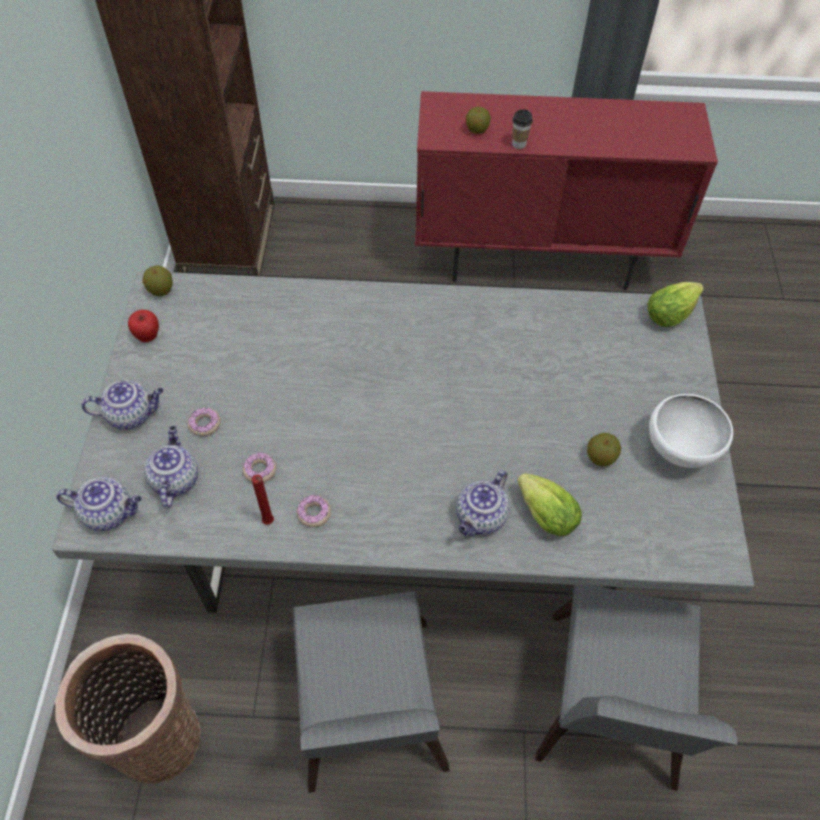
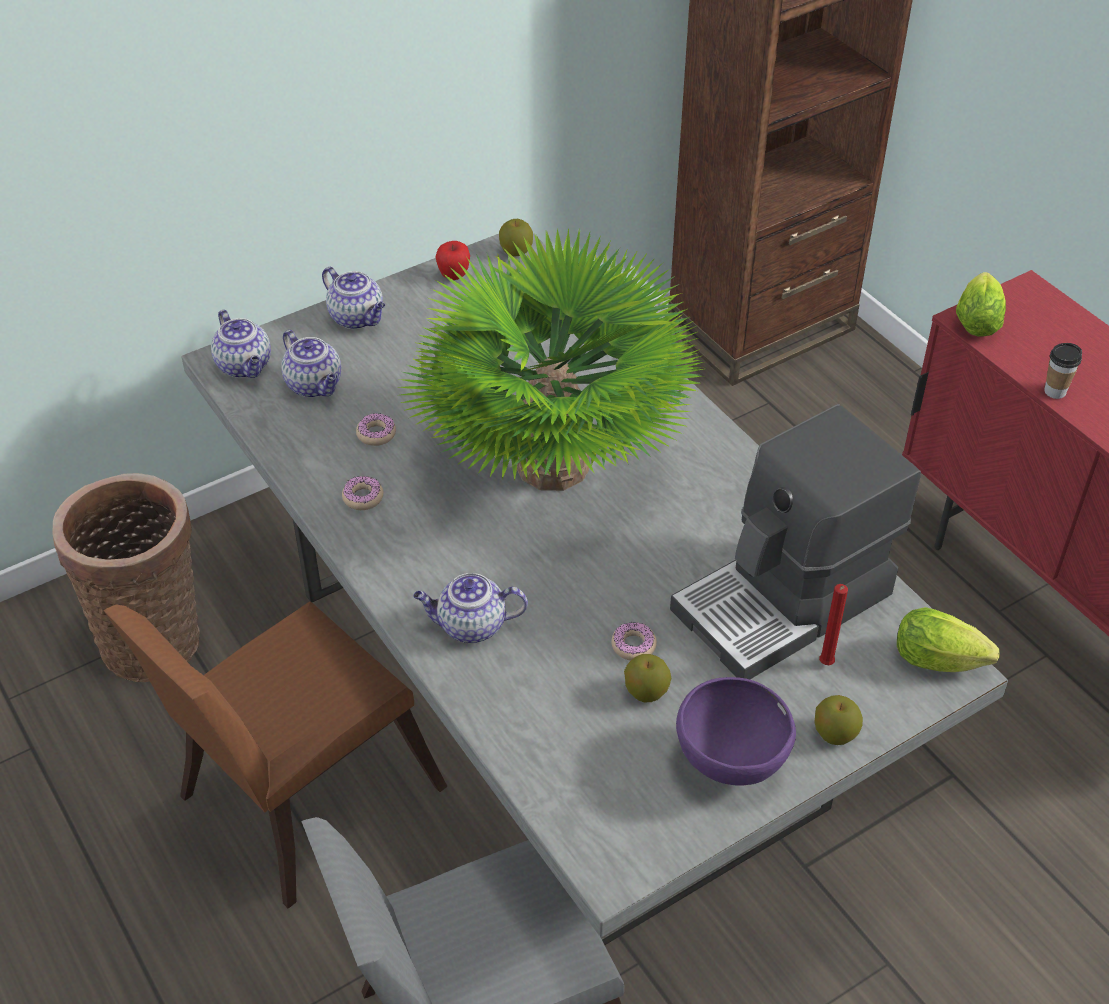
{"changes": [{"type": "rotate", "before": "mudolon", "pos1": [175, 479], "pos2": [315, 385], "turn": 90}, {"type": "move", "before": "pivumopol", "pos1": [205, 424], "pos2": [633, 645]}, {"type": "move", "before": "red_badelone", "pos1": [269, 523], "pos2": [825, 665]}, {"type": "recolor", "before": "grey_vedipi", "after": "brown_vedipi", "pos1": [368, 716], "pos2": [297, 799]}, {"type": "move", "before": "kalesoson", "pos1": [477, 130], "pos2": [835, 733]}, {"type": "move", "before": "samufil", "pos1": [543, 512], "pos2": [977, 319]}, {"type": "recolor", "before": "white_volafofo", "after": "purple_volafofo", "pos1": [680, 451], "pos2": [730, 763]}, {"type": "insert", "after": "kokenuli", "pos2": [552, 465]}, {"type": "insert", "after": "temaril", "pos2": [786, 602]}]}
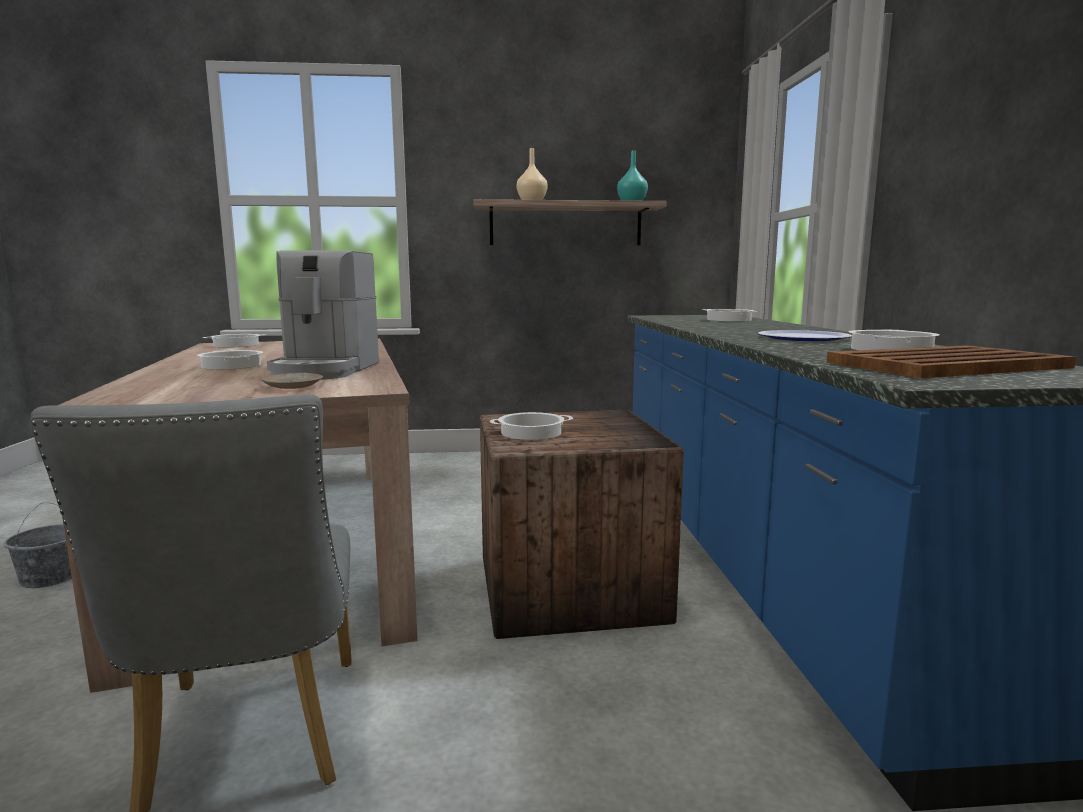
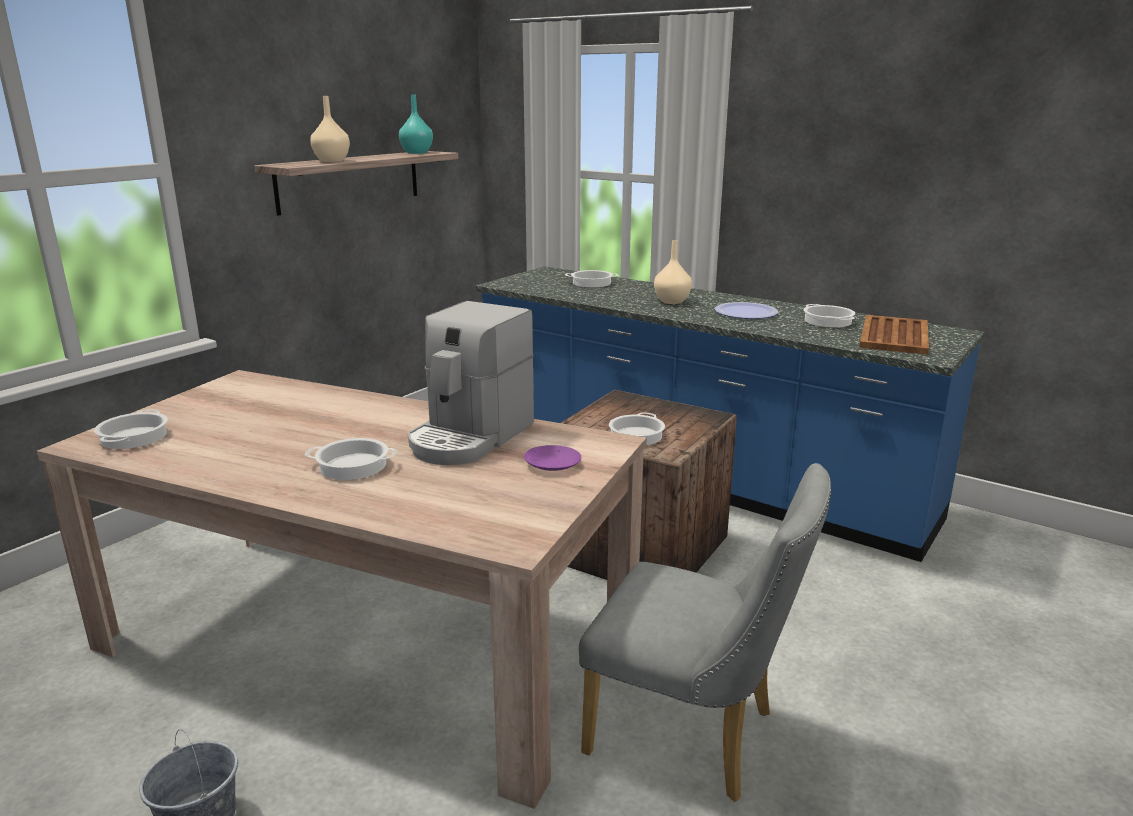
{"changes": [{"type": "recolor", "before": "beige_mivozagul", "after": "purple_mivozagul", "pos1": [293, 386], "pos2": [552, 464]}, {"type": "rotate", "before": "temaril", "pos1": [326, 370], "pos2": [470, 437], "turn": 75}, {"type": "insert", "after": "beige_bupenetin", "pos2": [671, 301]}]}
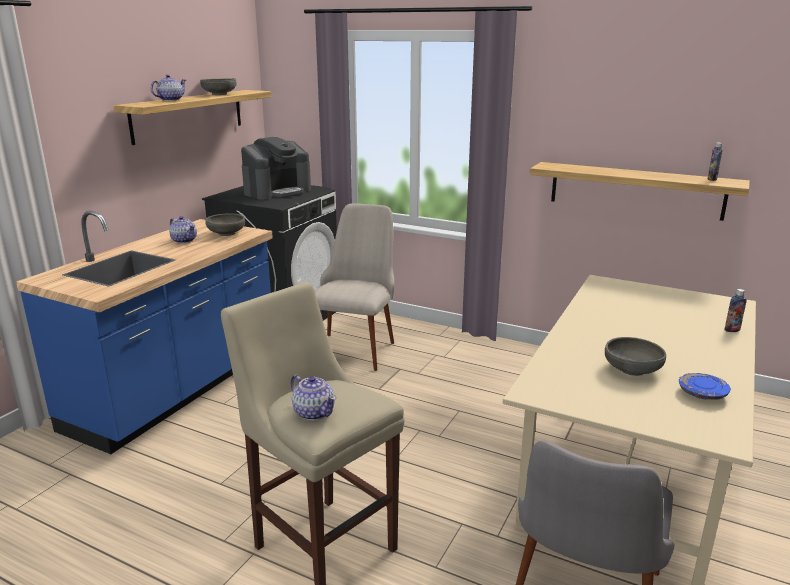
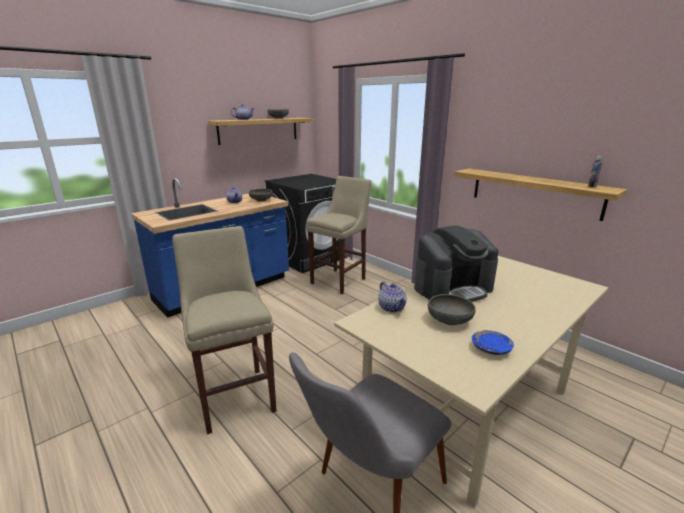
{"changes": [{"type": "move", "before": "temaril", "pos1": [277, 191], "pos2": [452, 288]}, {"type": "move", "before": "mudolon", "pos1": [314, 412], "pos2": [392, 307]}, {"type": "replace", "before": "beige_vedipi", "after": "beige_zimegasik", "pos1": [356, 344], "pos2": [340, 280]}, {"type": "delete", "before": "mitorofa", "pos1": [732, 330]}]}
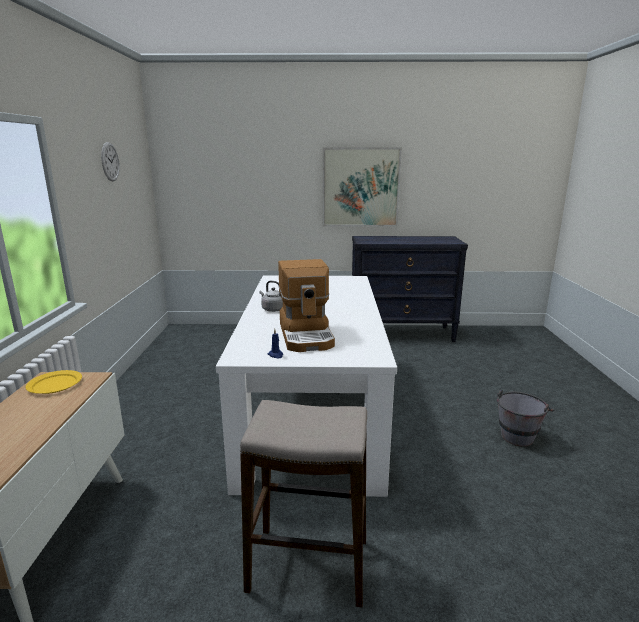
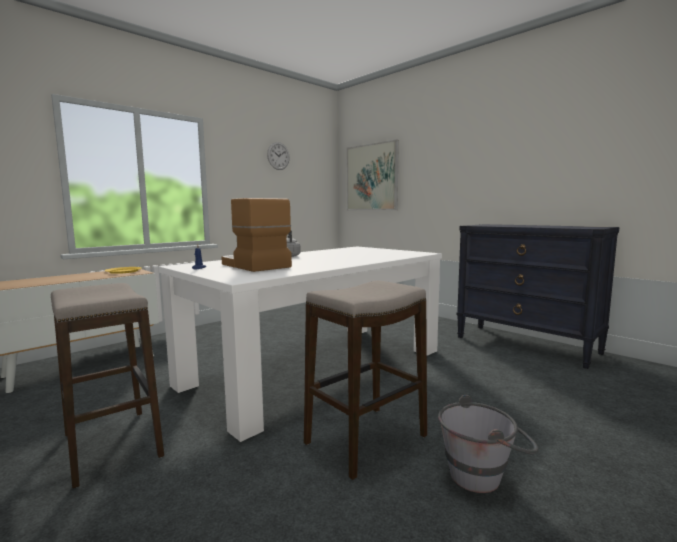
{"changes": [{"type": "rotate", "before": "temaril", "pos1": [307, 335], "pos2": [254, 265], "turn": 105}, {"type": "move", "before": "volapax", "pos1": [360, 187], "pos2": [372, 177]}, {"type": "insert", "after": "zimegasik", "pos2": [366, 440]}]}
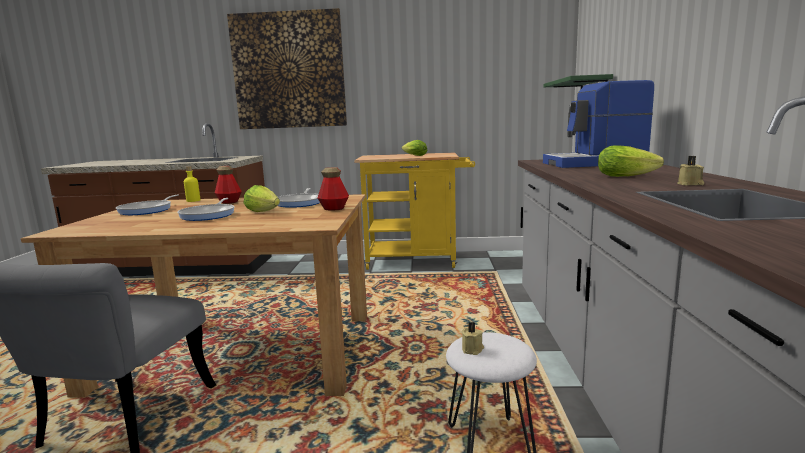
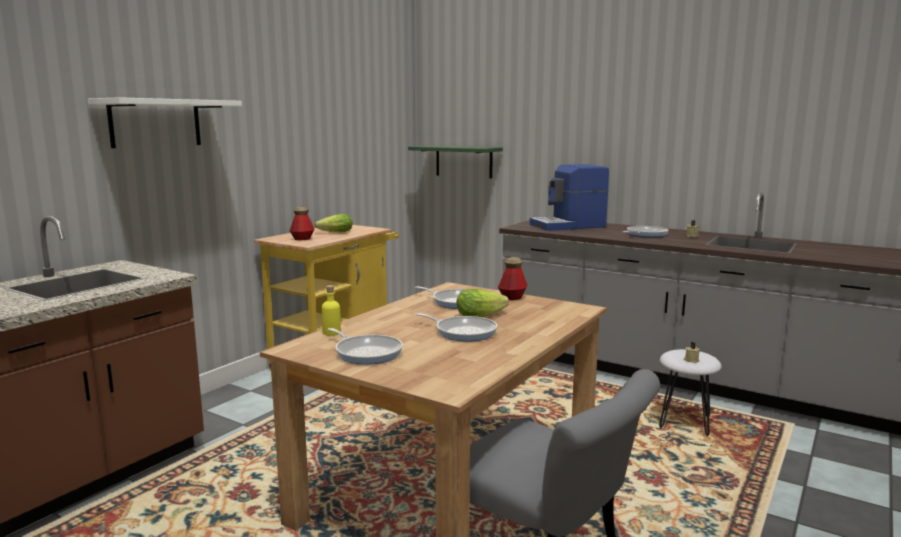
{"changes": [{"type": "move", "before": "mitorofa", "pos1": [229, 202], "pos2": [302, 239]}, {"type": "replace", "before": "volapax", "after": "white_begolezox", "pos1": [289, 71], "pos2": [155, 123]}, {"type": "rotate", "before": "temaril", "pos1": [595, 163], "pos2": [568, 226], "turn": 45}, {"type": "replace", "before": "samufil", "after": "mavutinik", "pos1": [629, 176], "pos2": [645, 234]}]}
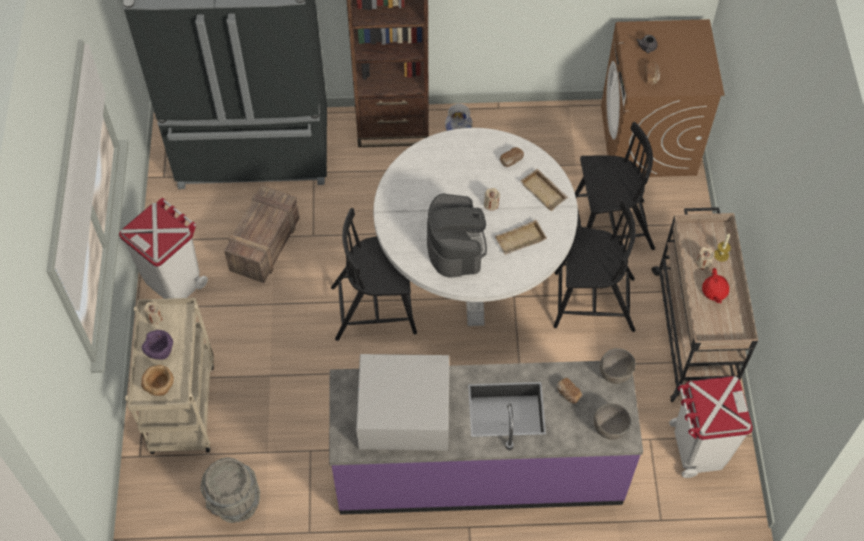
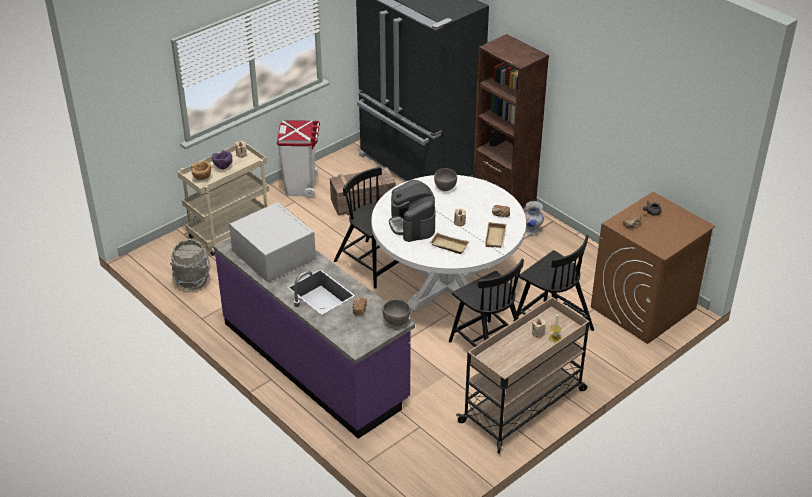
{"changes": [{"type": "rotate", "before": "temaril", "pos1": [455, 246], "pos2": [412, 224], "turn": 120}, {"type": "move", "before": "grey_volafofo", "pos1": [609, 428], "pos2": [445, 188]}, {"type": "delete", "before": "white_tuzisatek", "pos1": [697, 449]}, {"type": "delete", "before": "red_mudolon", "pos1": [714, 292]}]}
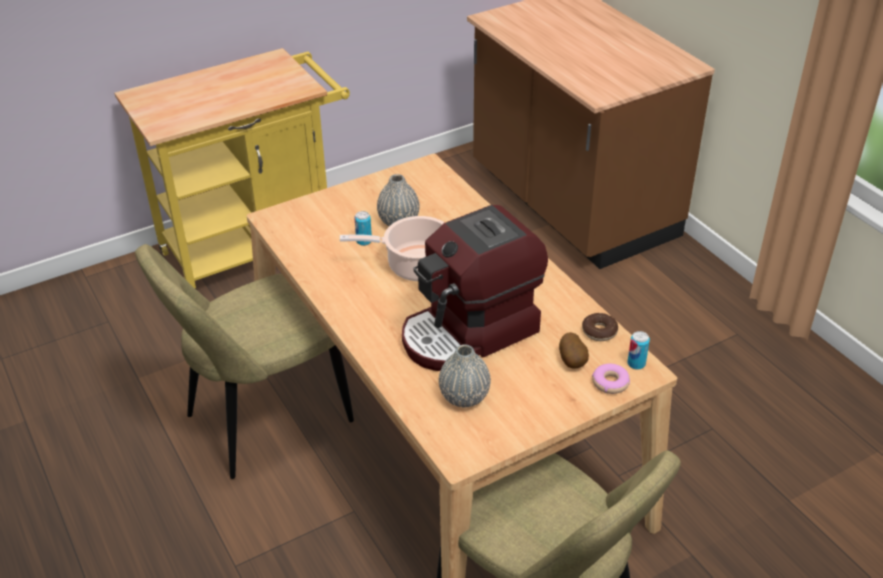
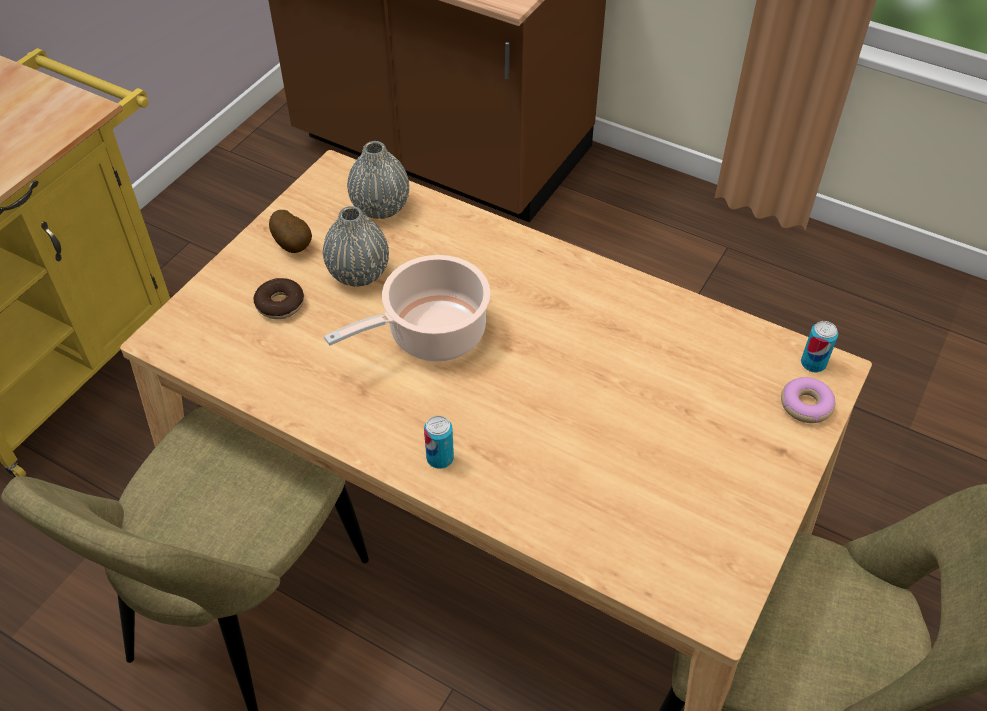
{"changes": [{"type": "move", "before": "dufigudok", "pos1": [364, 241], "pos2": [440, 458]}, {"type": "delete", "before": "temaril", "pos1": [470, 333]}, {"type": "move", "before": "grey_bupenetin", "pos1": [464, 397], "pos2": [380, 207]}, {"type": "move", "before": "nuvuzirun", "pos1": [573, 362], "pos2": [294, 245]}, {"type": "move", "before": "pivumopol", "pos1": [599, 331], "pos2": [280, 304]}]}
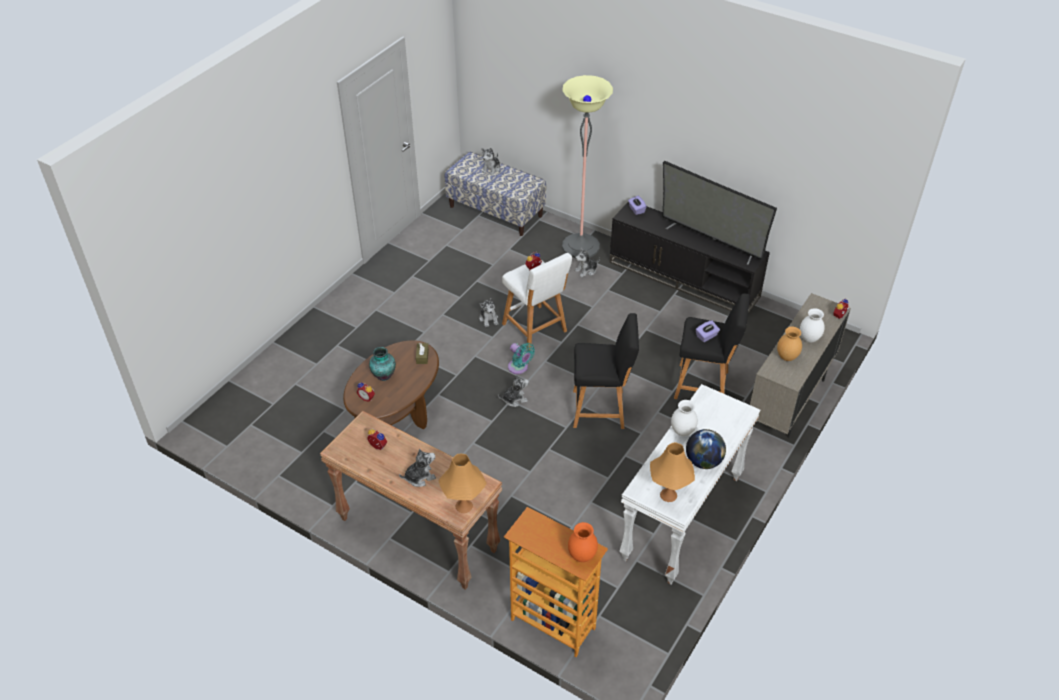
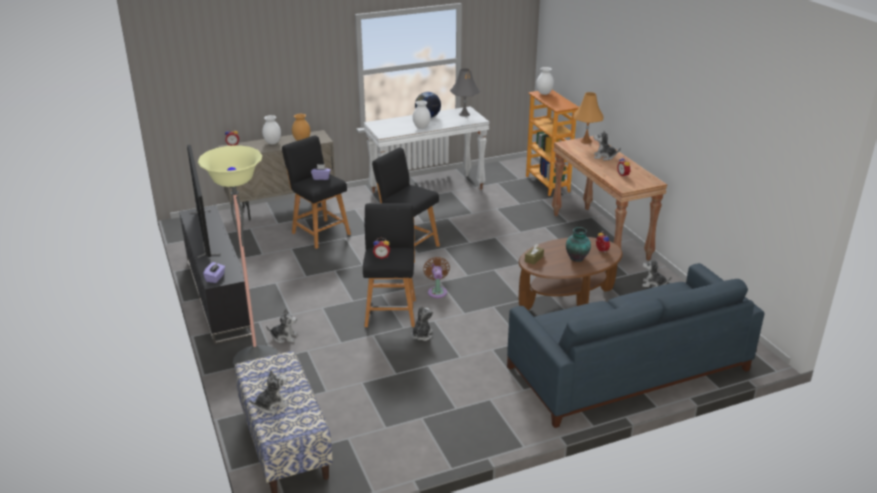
{"changes": [{"type": "move", "before": "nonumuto", "pos1": [514, 399], "pos2": [653, 284]}, {"type": "recolor", "before": "white_zimegasik", "after": "black_zimegasik", "pos1": [536, 329], "pos2": [390, 311]}, {"type": "recolor", "before": "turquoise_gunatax", "after": "brown_gunatax", "pos1": [519, 368], "pos2": [437, 291]}, {"type": "recolor", "before": "orange_bupenetin", "after": "white_bupenetin", "pos1": [581, 556], "pos2": [544, 93]}, {"type": "recolor", "before": "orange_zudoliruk", "after": "grey_zudoliruk", "pos1": [668, 495], "pos2": [464, 114]}, {"type": "insert", "after": "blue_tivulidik", "pos2": [626, 368]}]}
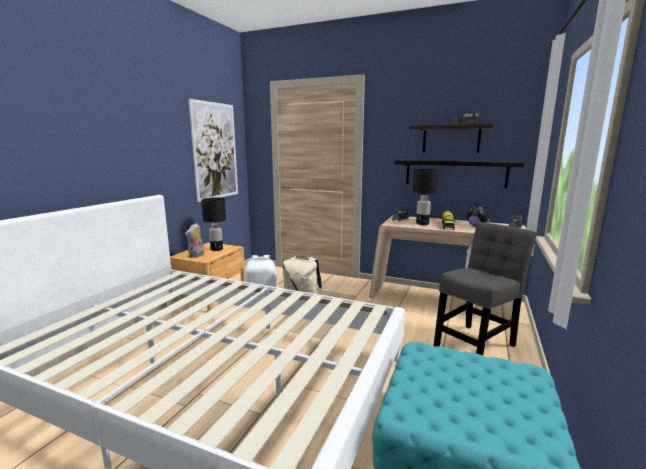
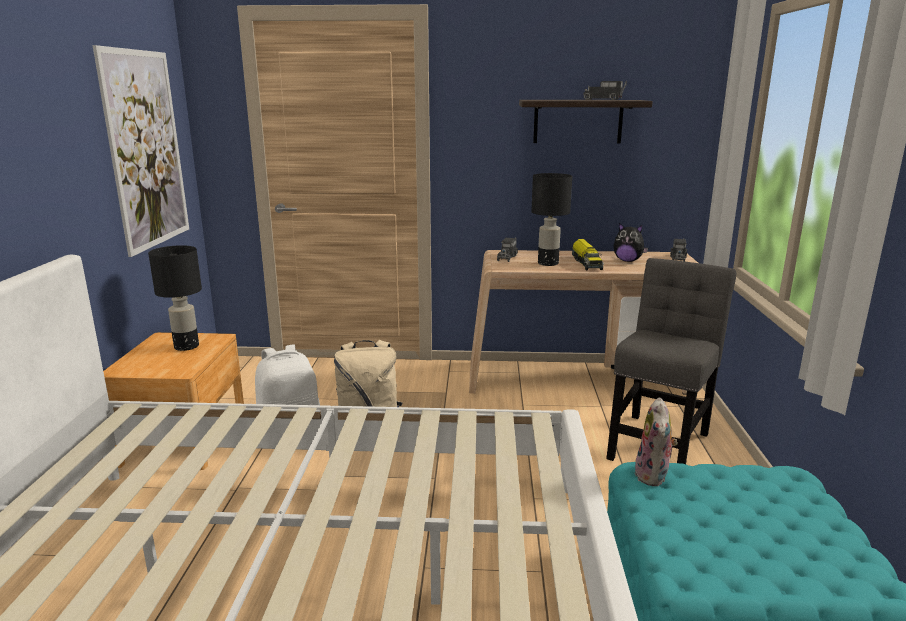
{"changes": [{"type": "move", "before": "nonumuto", "pos1": [196, 256], "pos2": [654, 476]}, {"type": "delete", "before": "black_begolezox", "pos1": [455, 173]}]}
